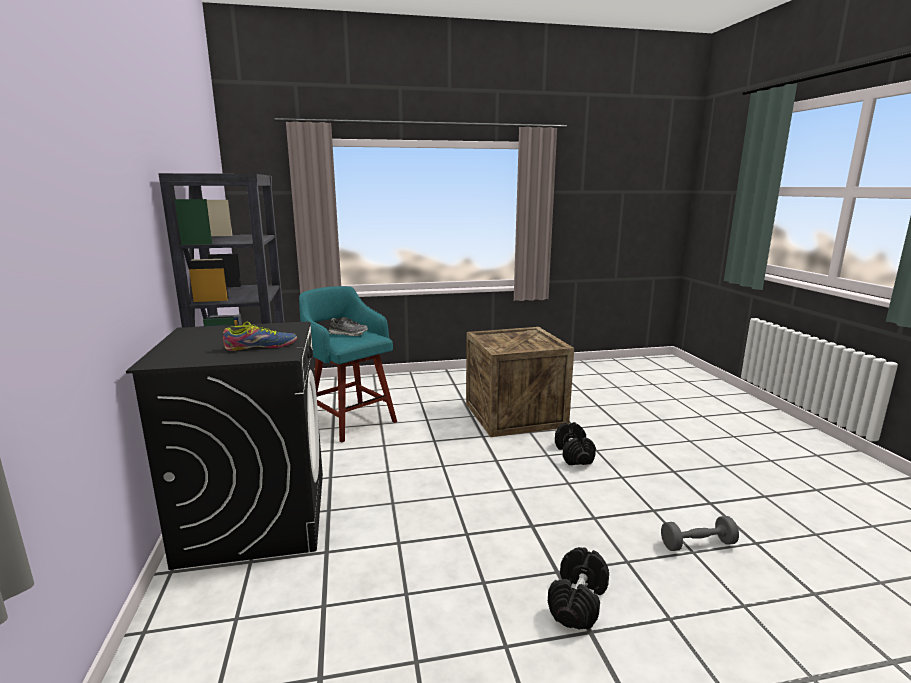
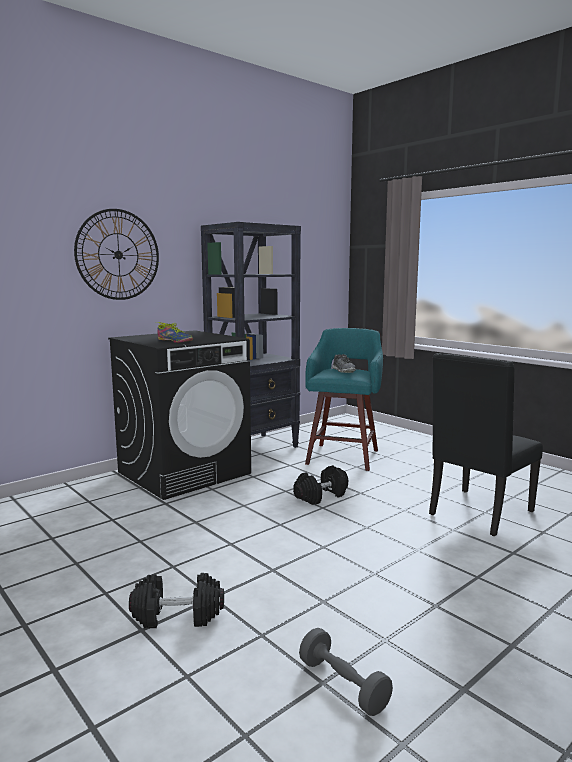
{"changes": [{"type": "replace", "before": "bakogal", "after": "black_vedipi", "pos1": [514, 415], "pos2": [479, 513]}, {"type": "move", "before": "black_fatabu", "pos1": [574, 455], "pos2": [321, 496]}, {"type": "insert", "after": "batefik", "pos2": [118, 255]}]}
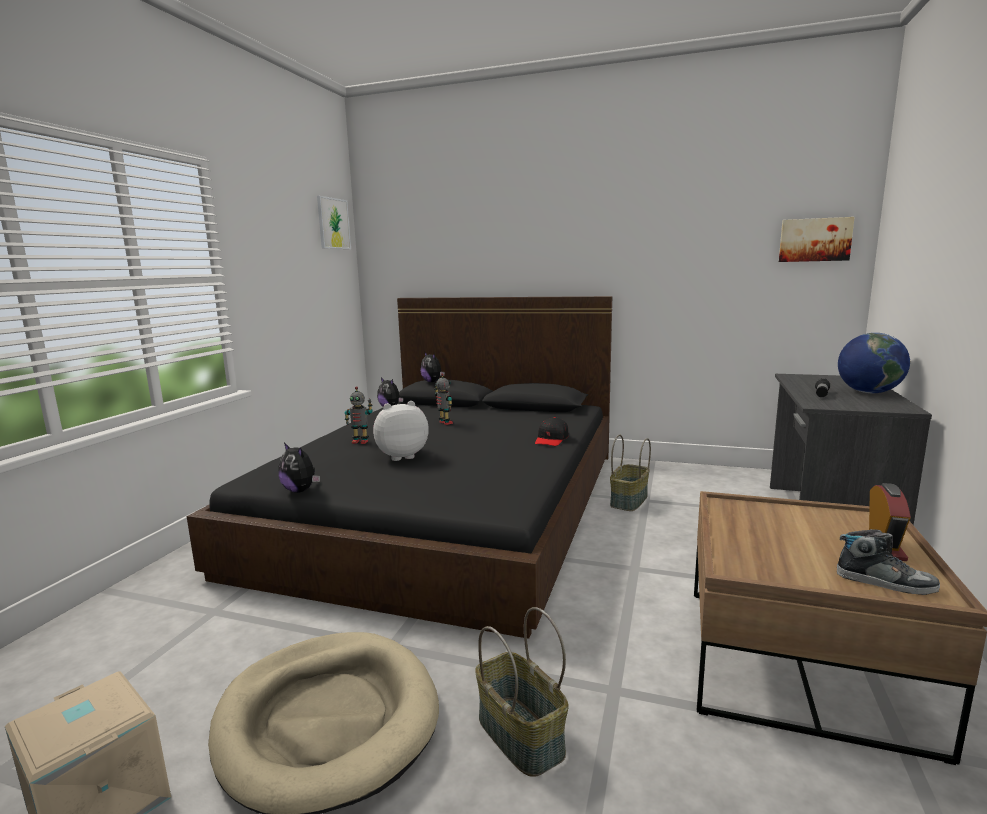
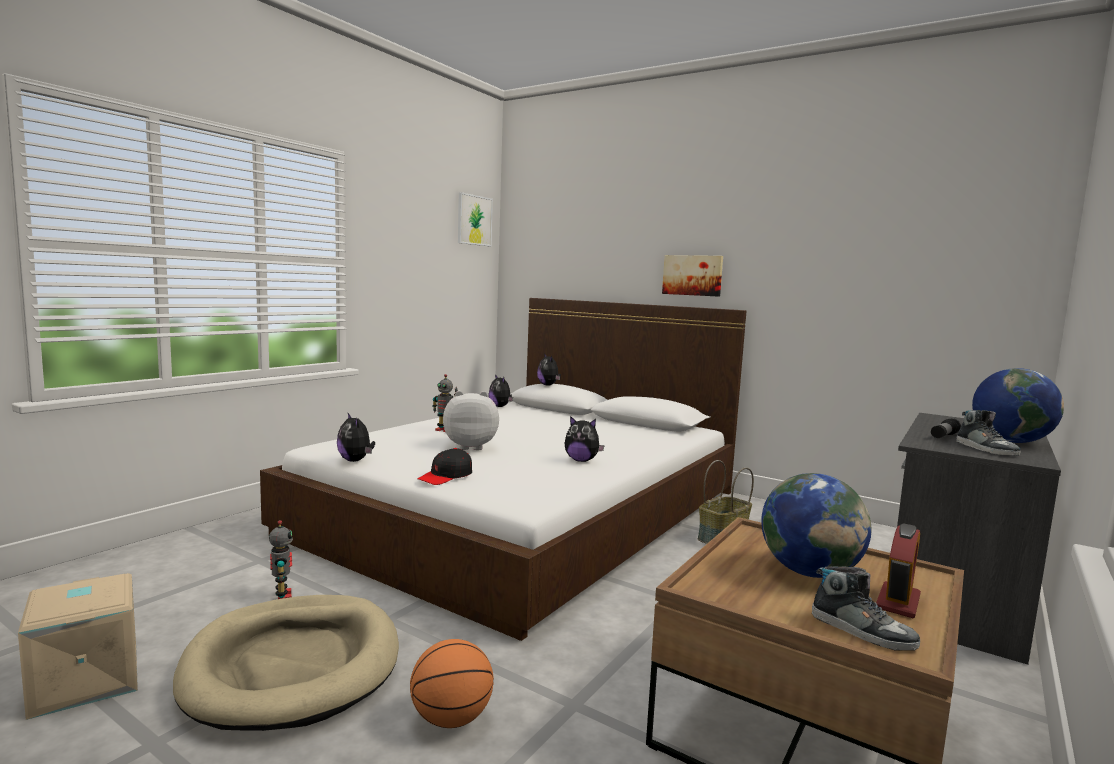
{"changes": [{"type": "recolor", "before": "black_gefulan", "after": "white_gefulan", "pos1": [450, 505], "pos2": [528, 511]}, {"type": "move", "before": "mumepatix", "pos1": [444, 423], "pos2": [282, 596]}, {"type": "replace", "before": "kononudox", "after": "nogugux", "pos1": [518, 735], "pos2": [451, 719]}, {"type": "move", "before": "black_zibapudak", "pos1": [551, 439], "pos2": [446, 476]}, {"type": "move", "before": "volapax", "pos1": [814, 240], "pos2": [692, 275]}, {"type": "insert", "after": "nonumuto", "pos2": [581, 460]}, {"type": "insert", "after": "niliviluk", "pos2": [809, 572]}, {"type": "insert", "after": "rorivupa", "pos2": [986, 449]}]}
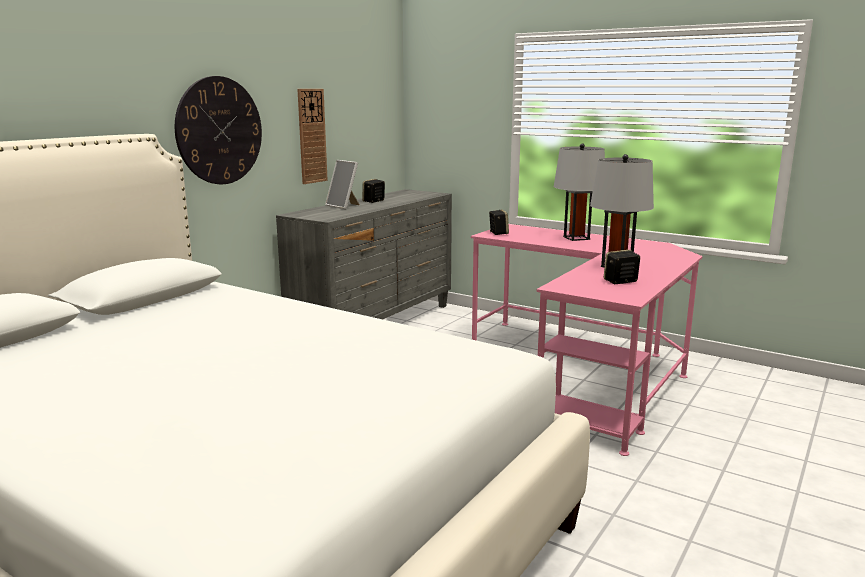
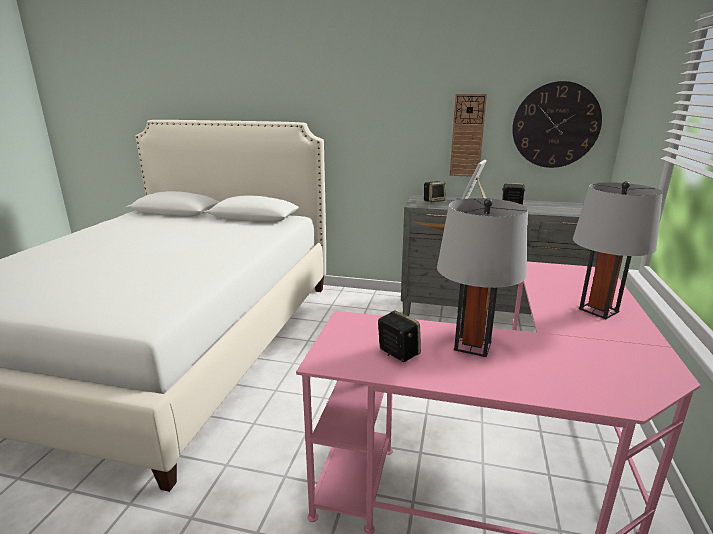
{"changes": [{"type": "move", "before": "batefik", "pos1": [219, 131], "pos2": [555, 125]}, {"type": "move", "before": "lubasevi", "pos1": [498, 233], "pos2": [434, 201]}]}
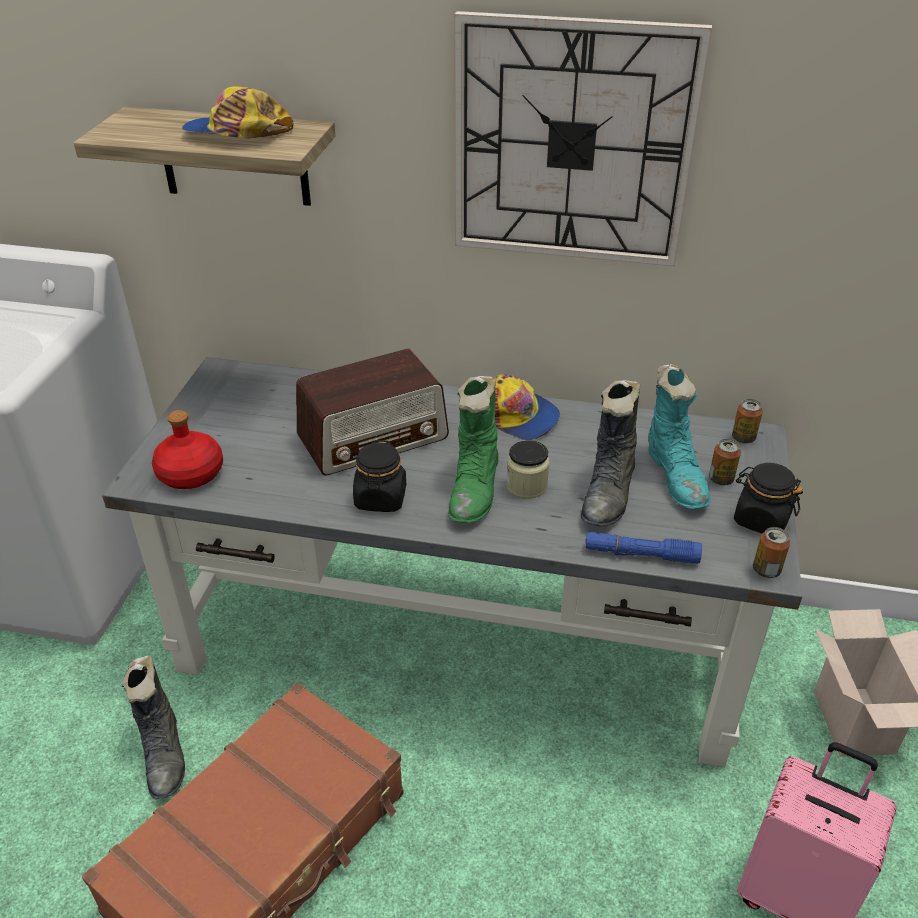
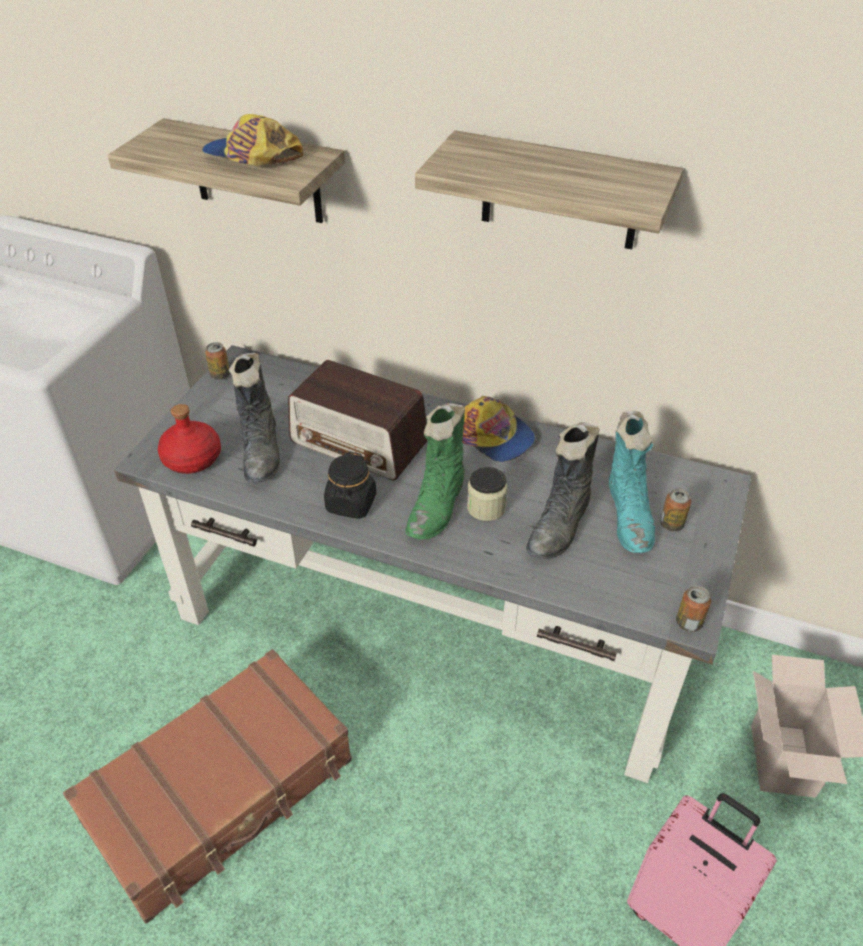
{"changes": [{"type": "move", "before": "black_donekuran", "pos1": [165, 754], "pos2": [262, 452]}, {"type": "rotate", "before": "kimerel", "pos1": [374, 437], "pos2": [359, 442], "turn": 45}, {"type": "replace", "before": "batefik", "after": "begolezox", "pos1": [572, 143], "pos2": [560, 192]}, {"type": "delete", "before": "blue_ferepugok", "pos1": [641, 554]}, {"type": "move", "before": "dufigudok", "pos1": [743, 438], "pos2": [220, 375]}, {"type": "delete", "before": "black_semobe", "pos1": [761, 519]}]}
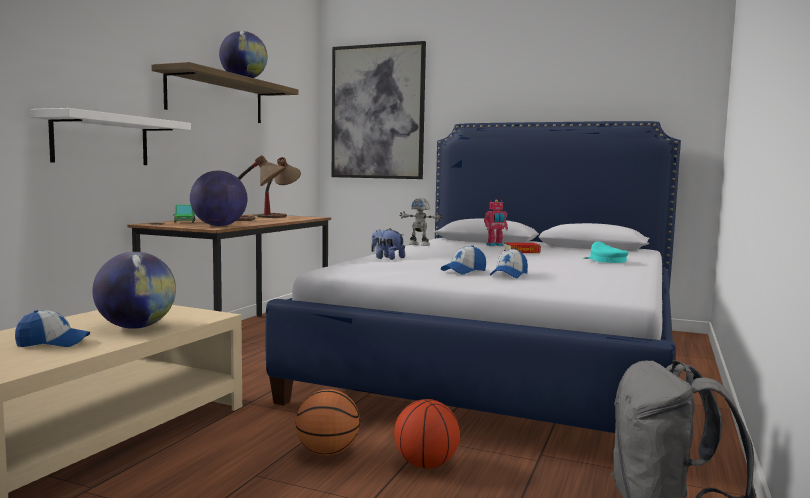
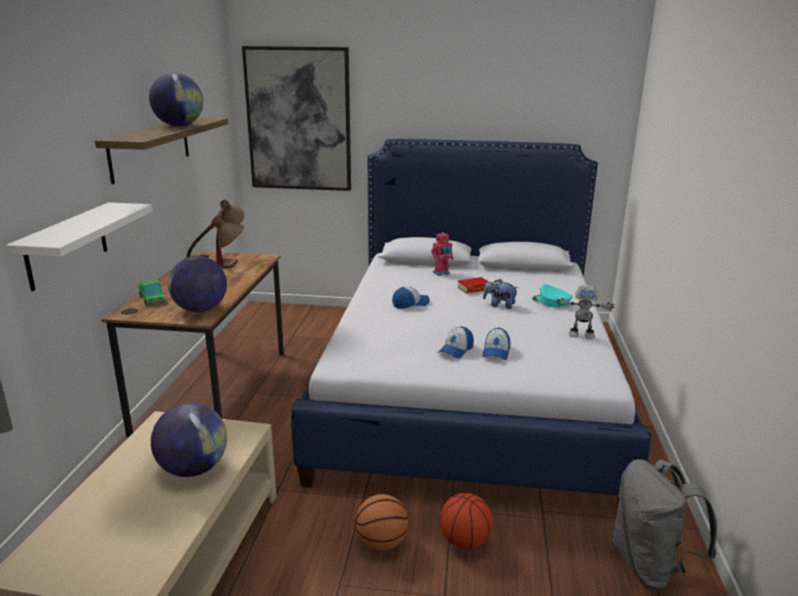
{"changes": [{"type": "move", "before": "zibapudak", "pos1": [53, 343], "pos2": [410, 304]}, {"type": "move", "before": "nonumuto", "pos1": [387, 258], "pos2": [499, 305]}, {"type": "move", "before": "mumepatix", "pos1": [419, 244], "pos2": [581, 335]}]}
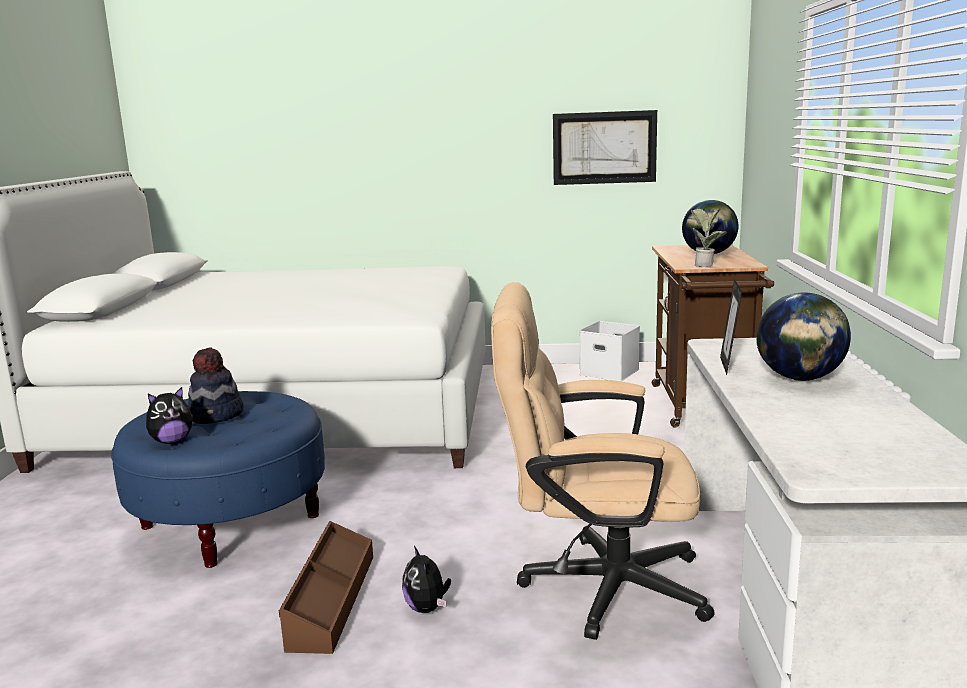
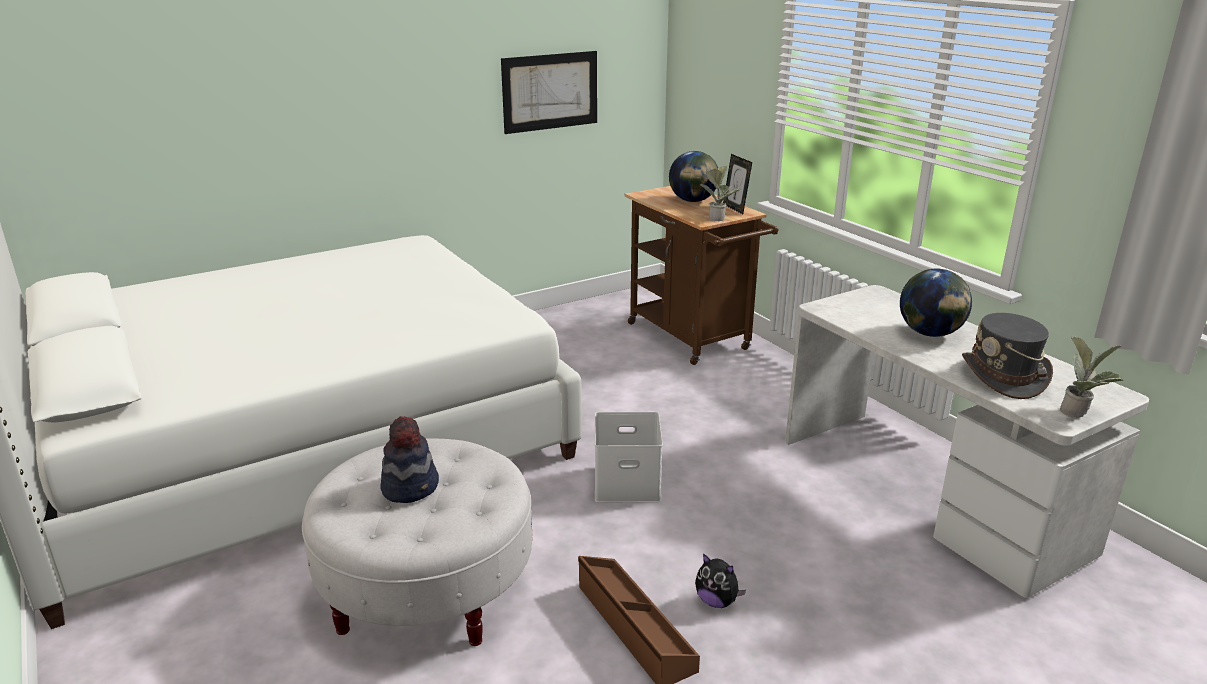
{"changes": [{"type": "recolor", "before": "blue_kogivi", "after": "white_kogivi", "pos1": [231, 521], "pos2": [428, 589]}, {"type": "delete", "before": "nonumuto", "pos1": [172, 441]}, {"type": "delete", "before": "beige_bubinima", "pos1": [595, 585]}, {"type": "move", "before": "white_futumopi", "pos1": [608, 372], "pos2": [625, 484]}, {"type": "move", "before": "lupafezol", "pos1": [728, 366], "pos2": [735, 208]}, {"type": "insert", "after": "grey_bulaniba", "pos2": [1004, 376]}, {"type": "insert", "after": "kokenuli", "pos2": [1080, 412]}]}
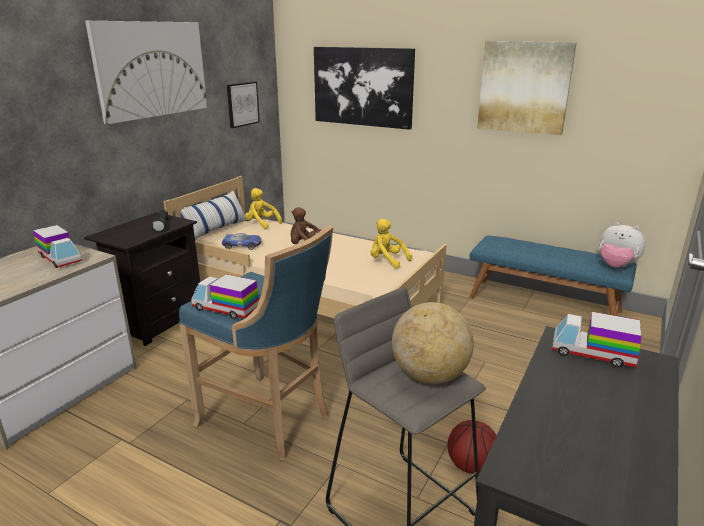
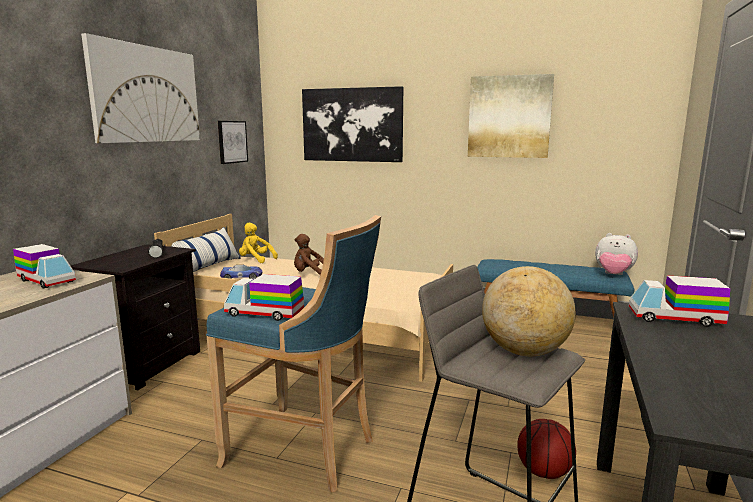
{"changes": [{"type": "delete", "before": "yellow_nonumuto", "pos1": [387, 261]}]}
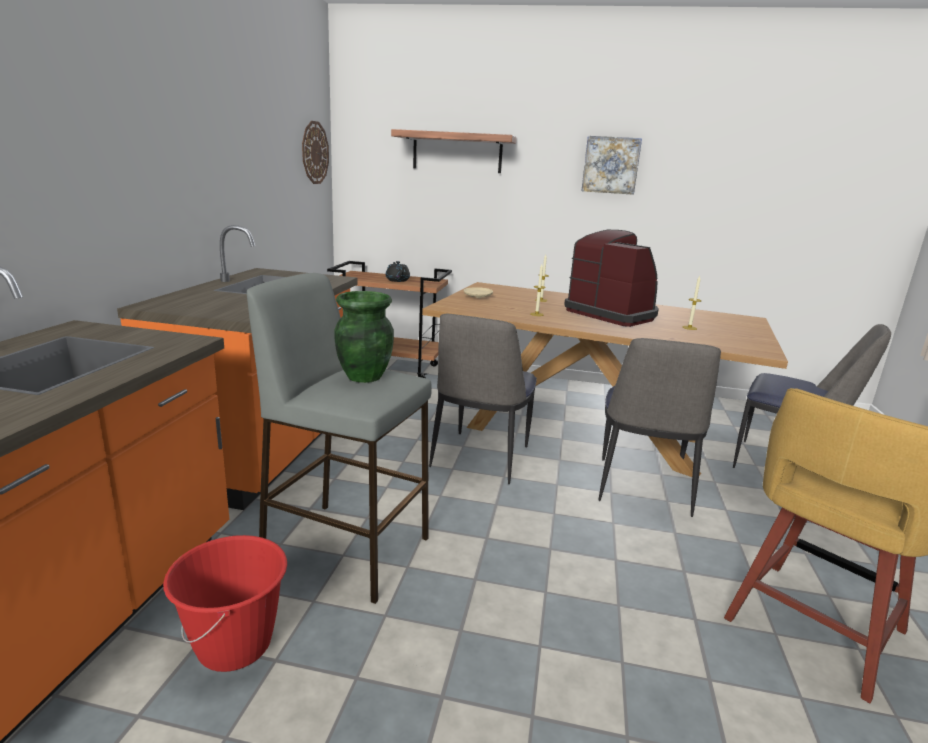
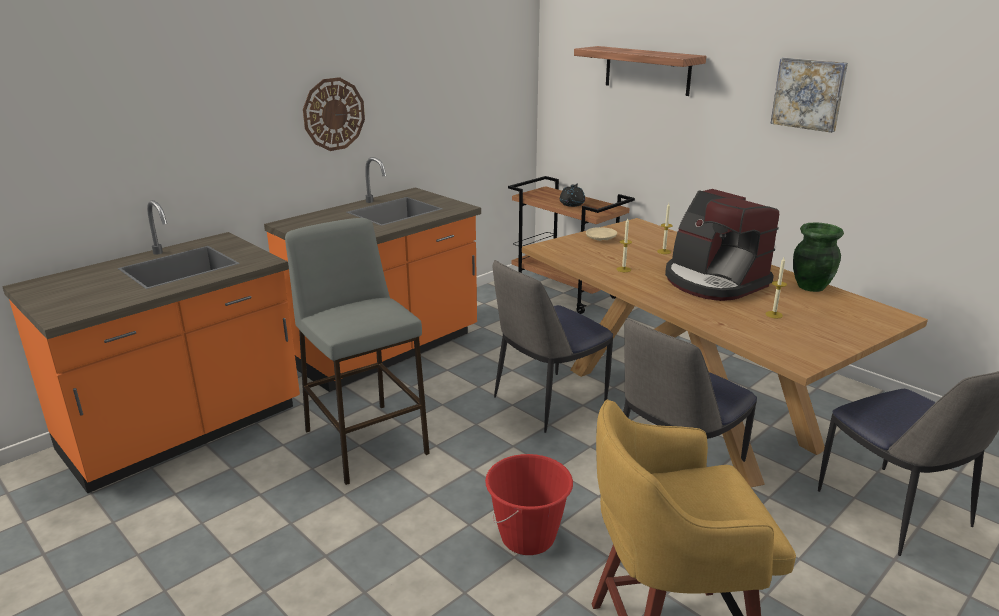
{"changes": [{"type": "move", "before": "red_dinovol", "pos1": [235, 645], "pos2": [528, 537]}, {"type": "move", "before": "batefik", "pos1": [314, 153], "pos2": [333, 114]}, {"type": "move", "before": "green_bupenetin", "pos1": [363, 377], "pos2": [810, 287]}, {"type": "rotate", "before": "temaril", "pos1": [612, 314], "pos2": [713, 281], "turn": 150}]}
